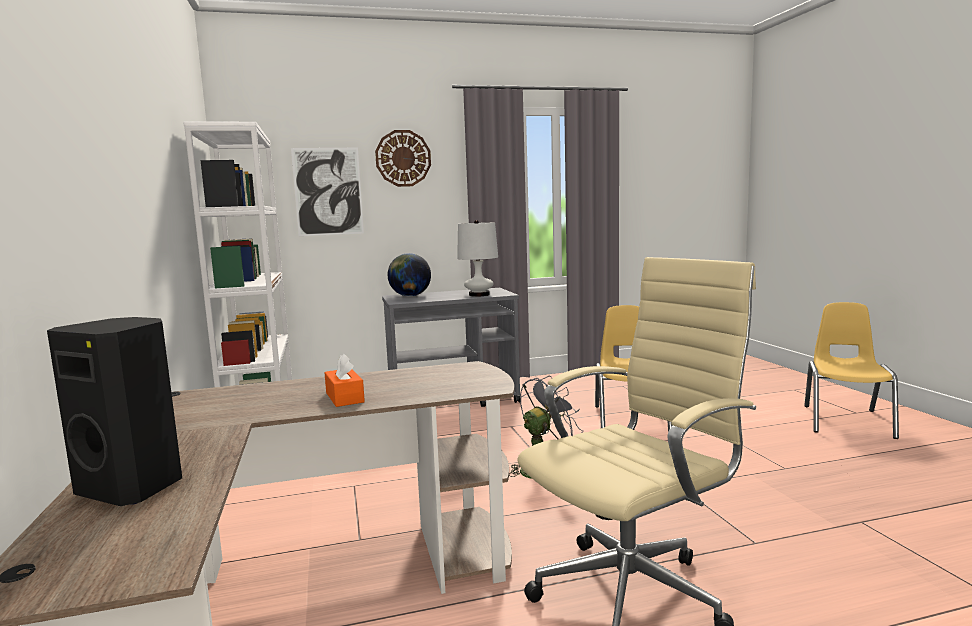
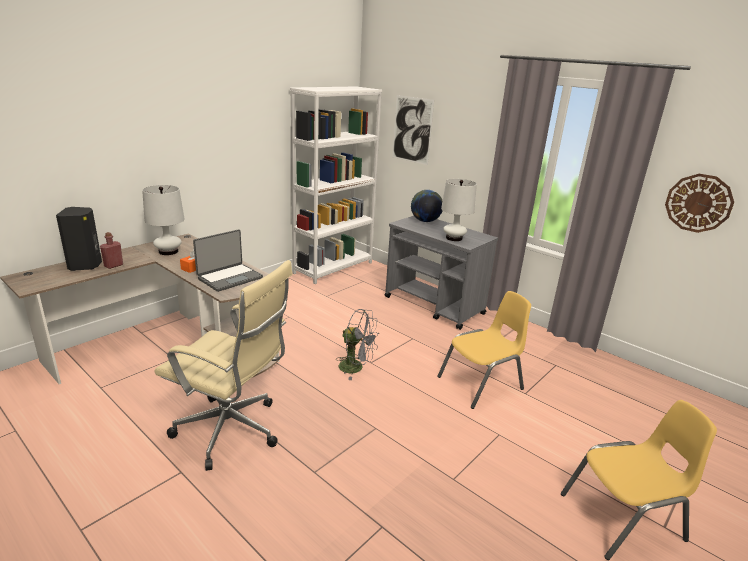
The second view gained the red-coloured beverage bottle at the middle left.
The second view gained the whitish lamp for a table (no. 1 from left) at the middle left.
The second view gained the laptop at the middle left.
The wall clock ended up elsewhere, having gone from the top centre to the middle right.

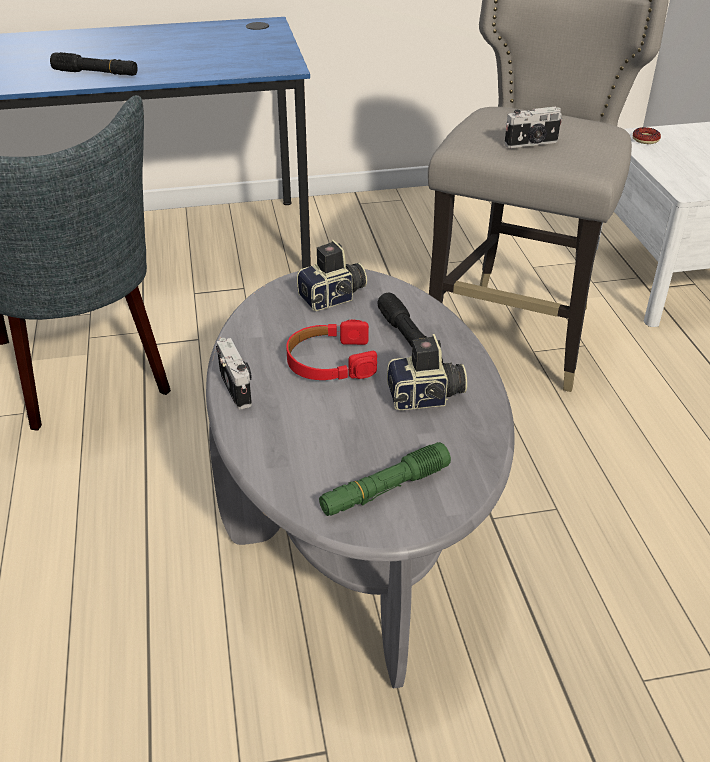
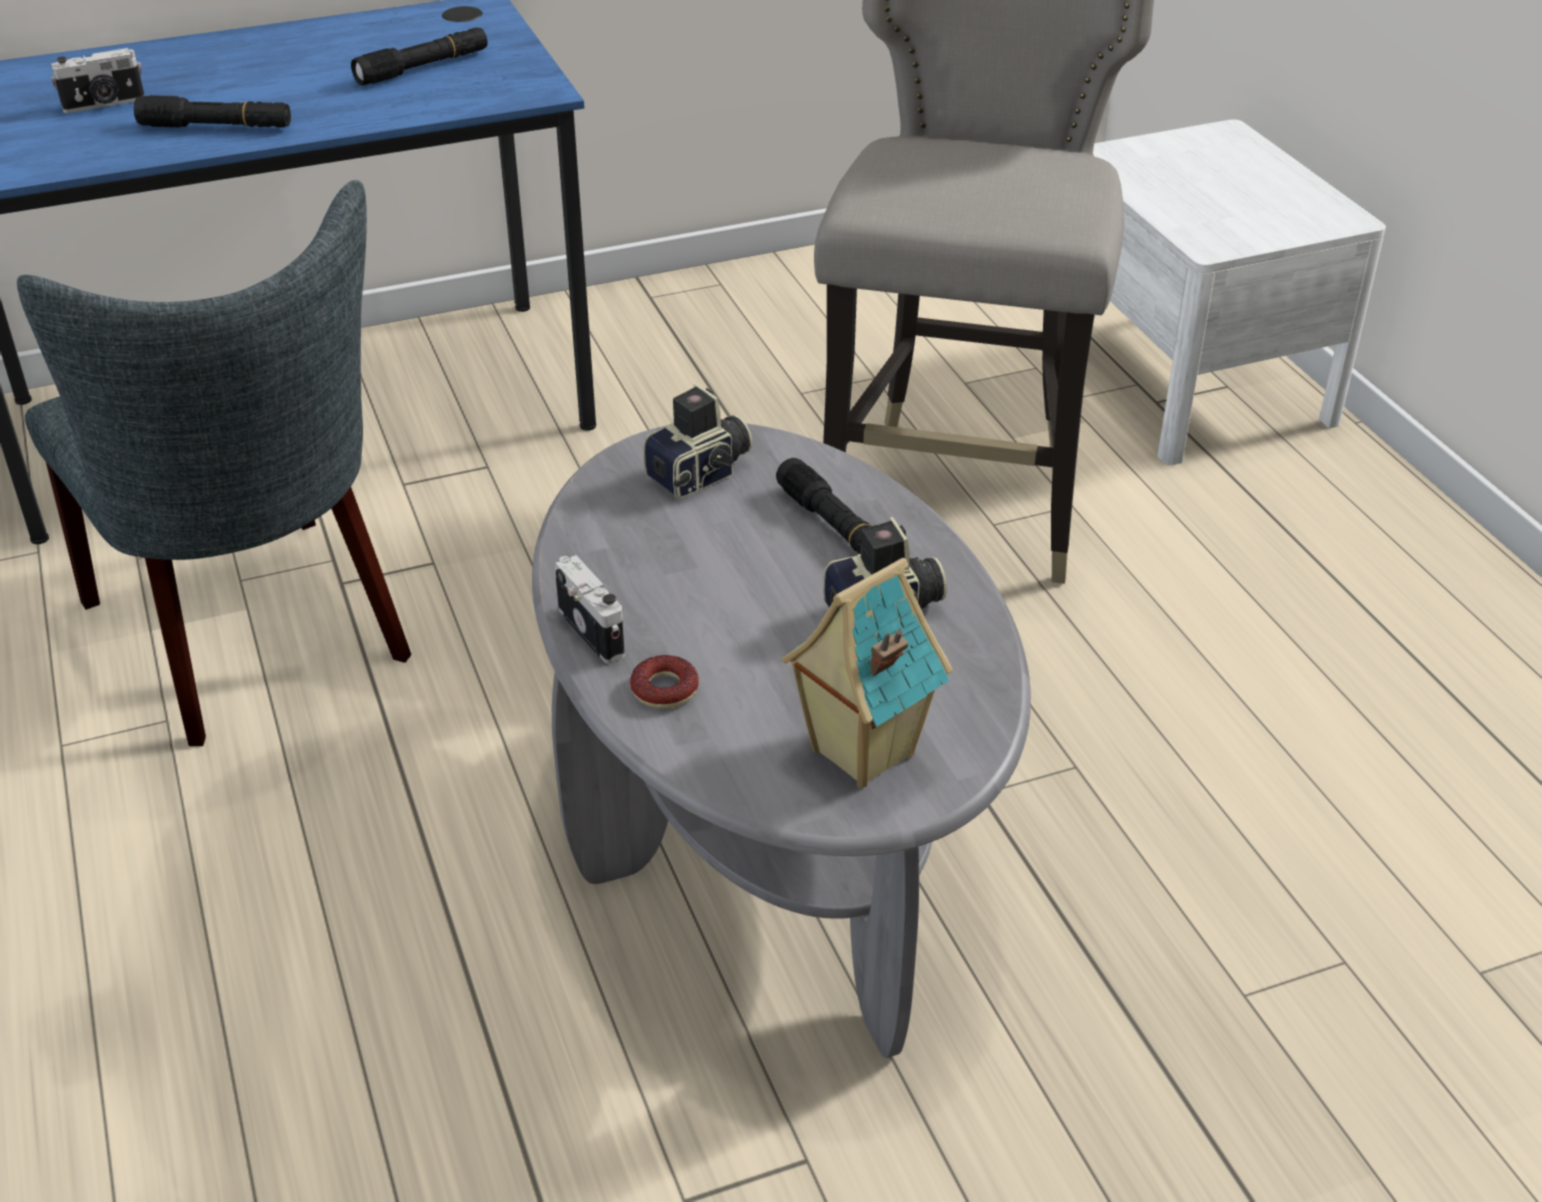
The photo camera (no. 4 from left in the first image) ended up elsewhere, having gone from the top right to the top left.
The second view gained the blackish flashlight (no. 2 from left) at the top left.
The doughnut ended up elsewhere, having gone from the top right to the centre.
Where the green flashlight stood at the centre, the toy house came to stand at the centre.
The second view lost the red-coloured pair of headphones at the centre.

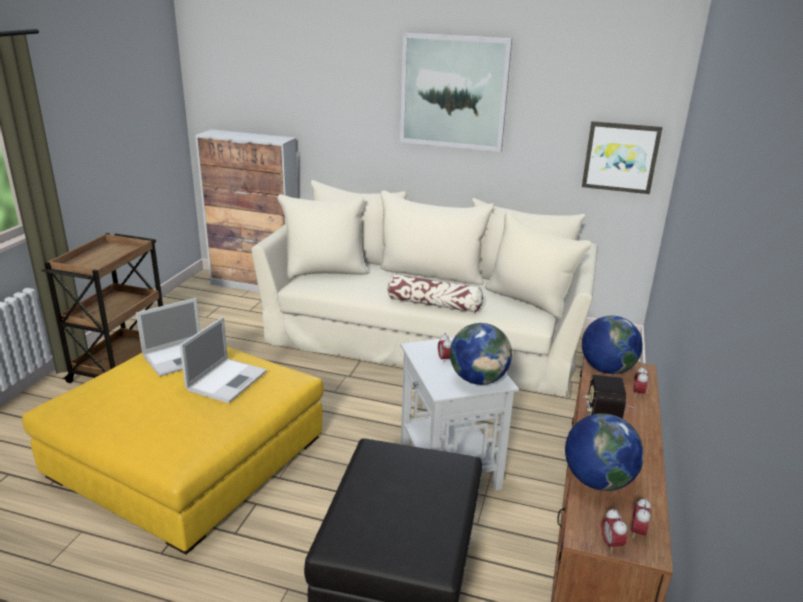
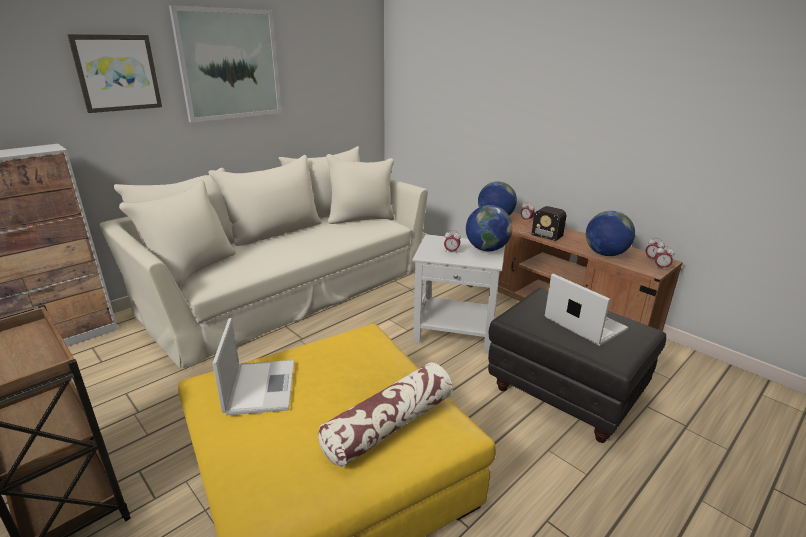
The wall picture (no. 2 from left in the first image) ended up elsewhere, having gone from the top right to the top left.
The pillow ended up elsewhere, having gone from the centre to the bottom centre.
The laptop (no. 2 from left) ended up elsewhere, having gone from the middle left to the middle right.

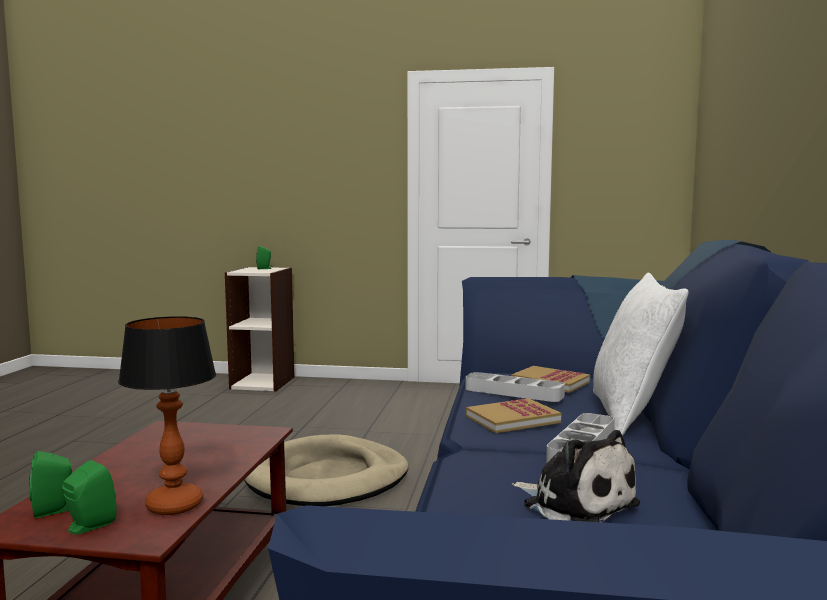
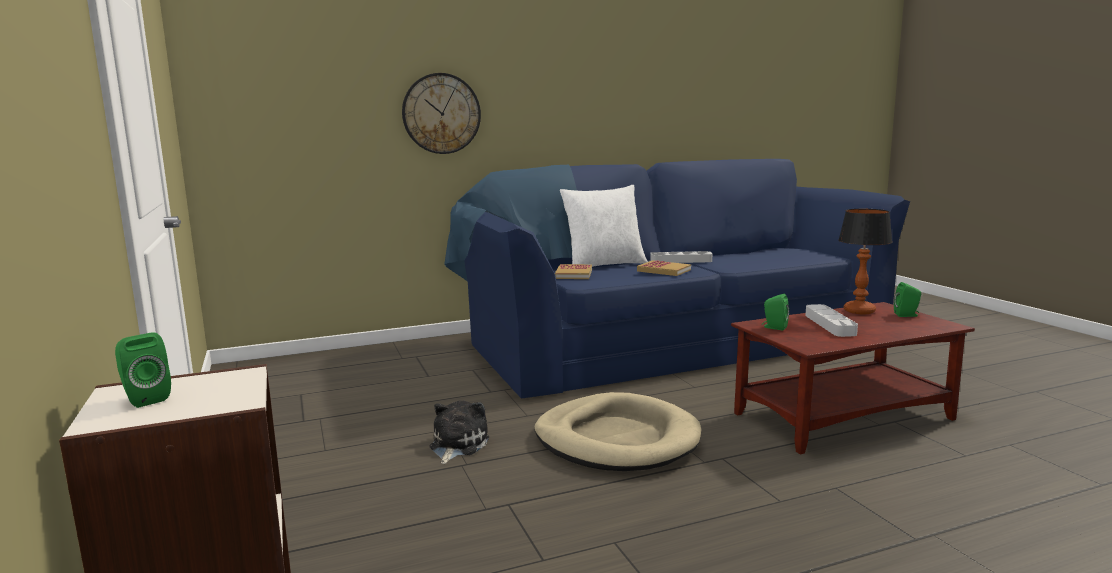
The second view gained the wall clock at the top centre.
The plush toy ended up elsewhere, having gone from the bottom right to the bottom centre.
The green loudspeaker (no. 1 from left in the first image) ended up elsewhere, having gone from the bottom left to the middle right.
The gray tray (no. 1 from left in the first image) ended up elsewhere, having gone from the centre to the middle right.

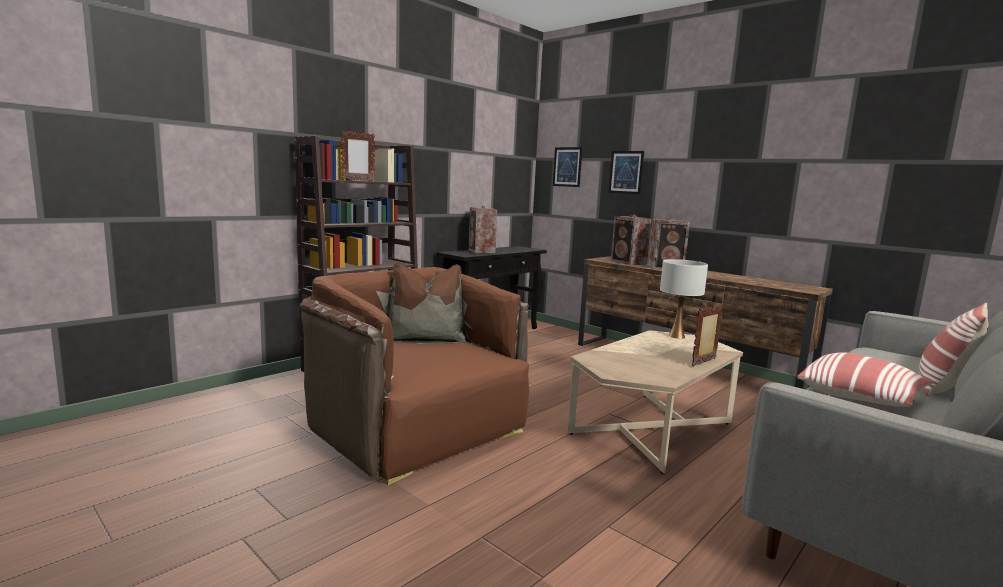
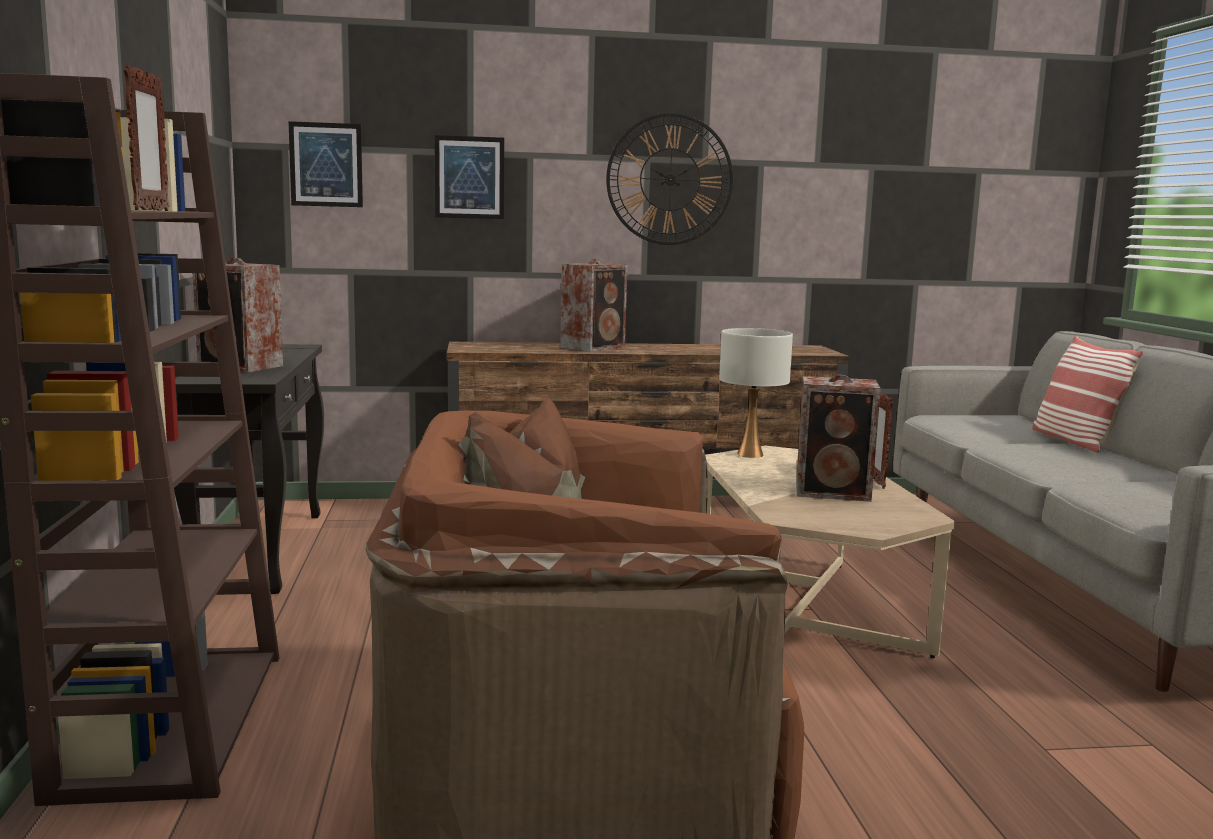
The second view gained the wall clock at the top centre.
The loudspeaker (no. 2 from left in the first image) ended up elsewhere, having gone from the centre to the middle right.
The second view lost the pillow (no. 1 from left) at the middle right.

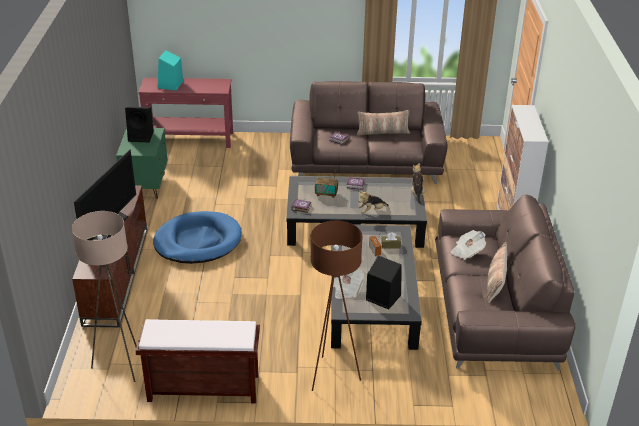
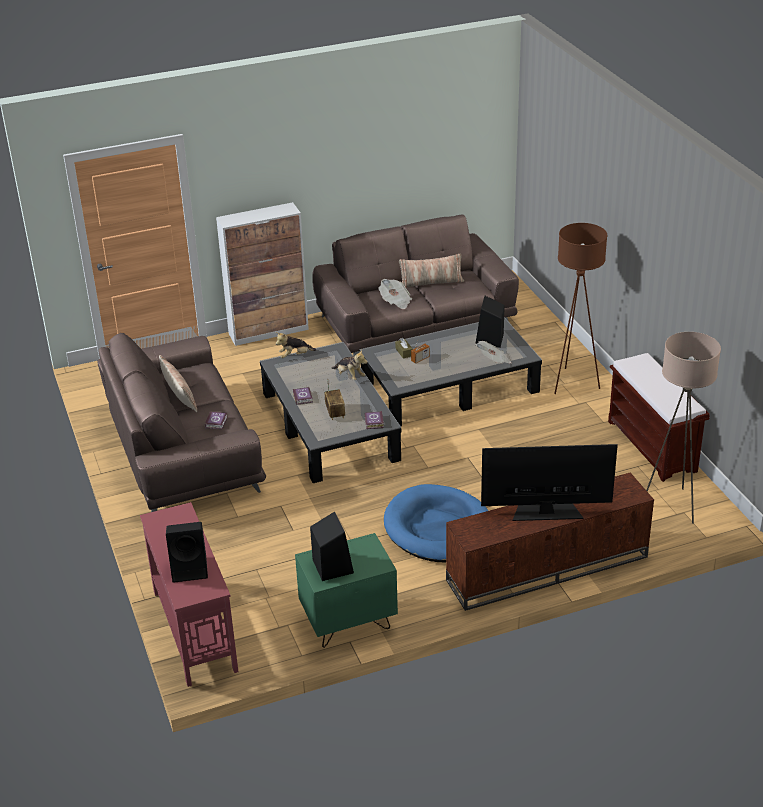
What was the turquoise-coloured loudspeaker at the top left turned into the blackish loudspeaker (no. 1 from left) at the bottom left.

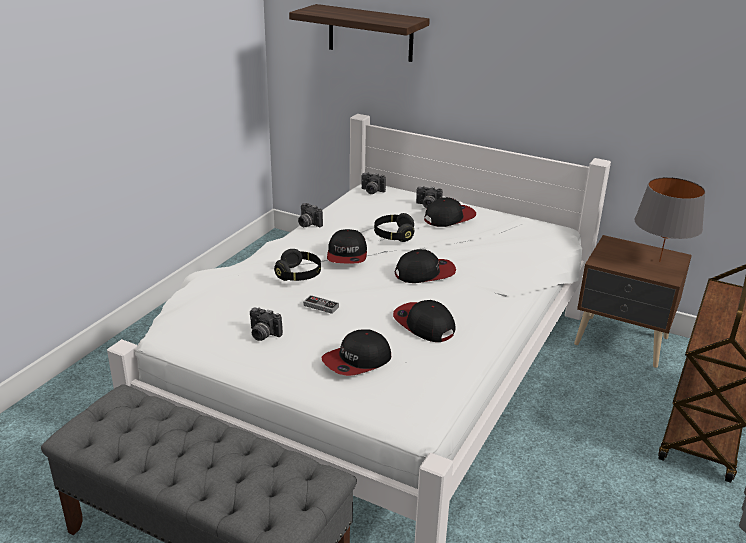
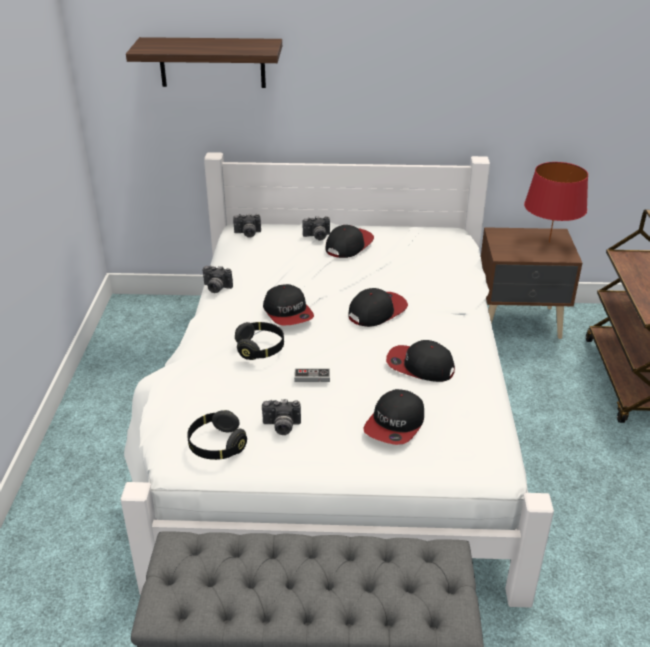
The blackish pair of headphones (no. 2 from left in the first image) ended up elsewhere, having gone from the centre to the bottom centre.
What was the gray lamp for a table at the middle right turned into the red-coloured lamp for a table at the top right.

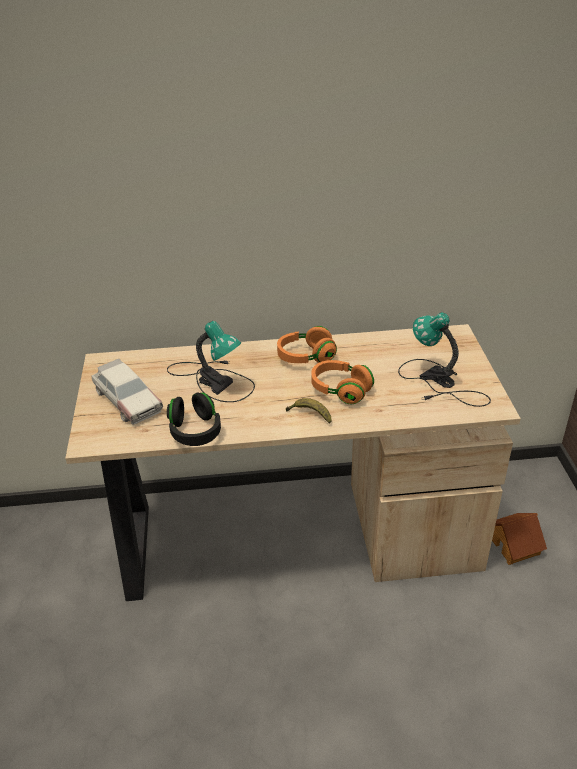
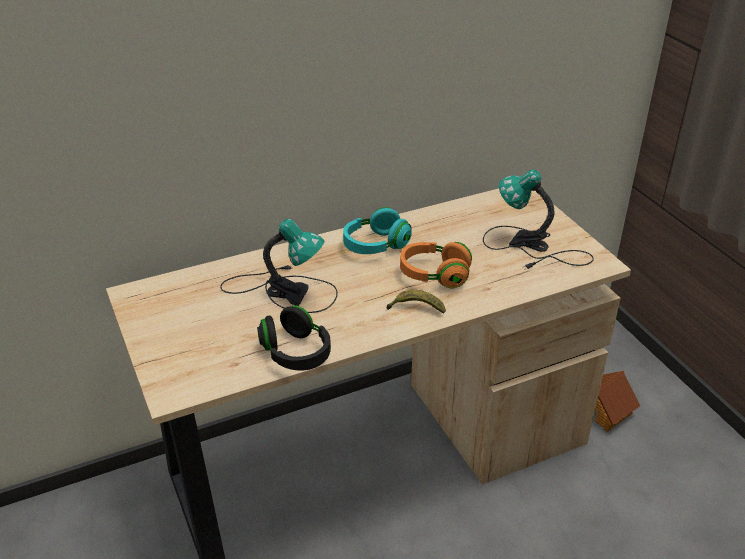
What was the orange-coloured pair of headphones (no. 1 from left) at the centre turned into the turquoise-coloured pair of headphones at the centre.
The second view lost the model car at the middle left.

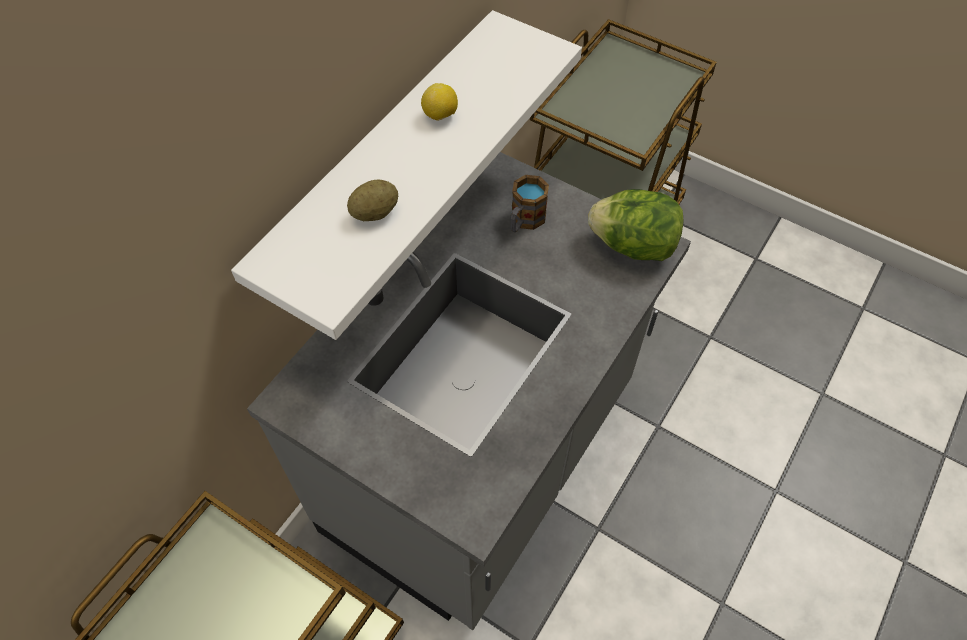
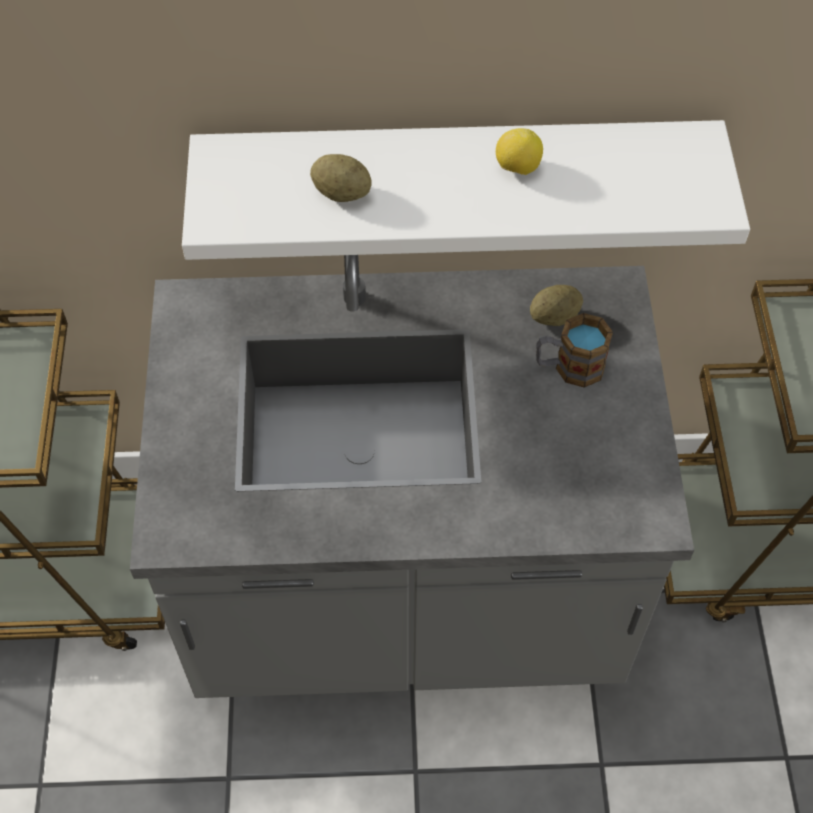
The second view gained the potato (no. 2 from left) at the middle right.
The second view lost the head of lettuce at the centre.

